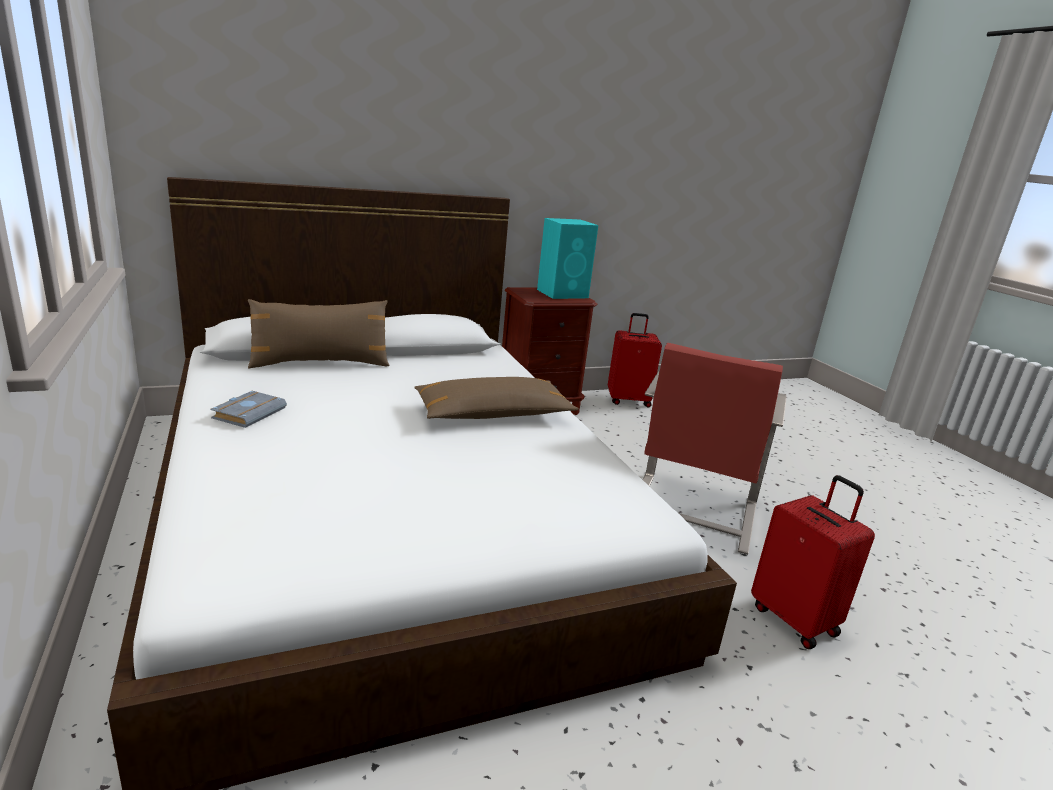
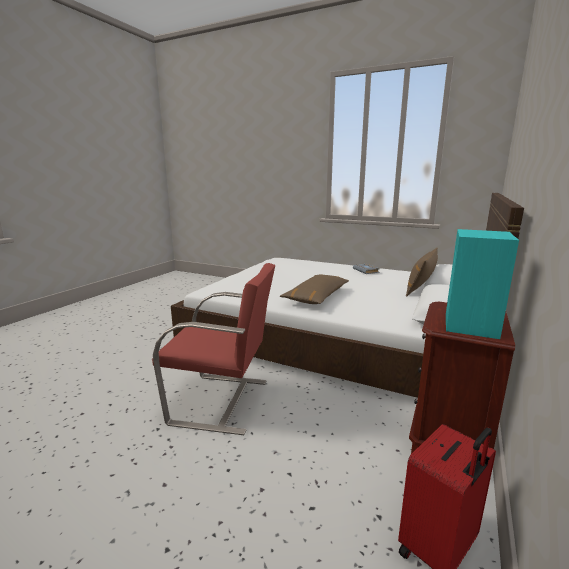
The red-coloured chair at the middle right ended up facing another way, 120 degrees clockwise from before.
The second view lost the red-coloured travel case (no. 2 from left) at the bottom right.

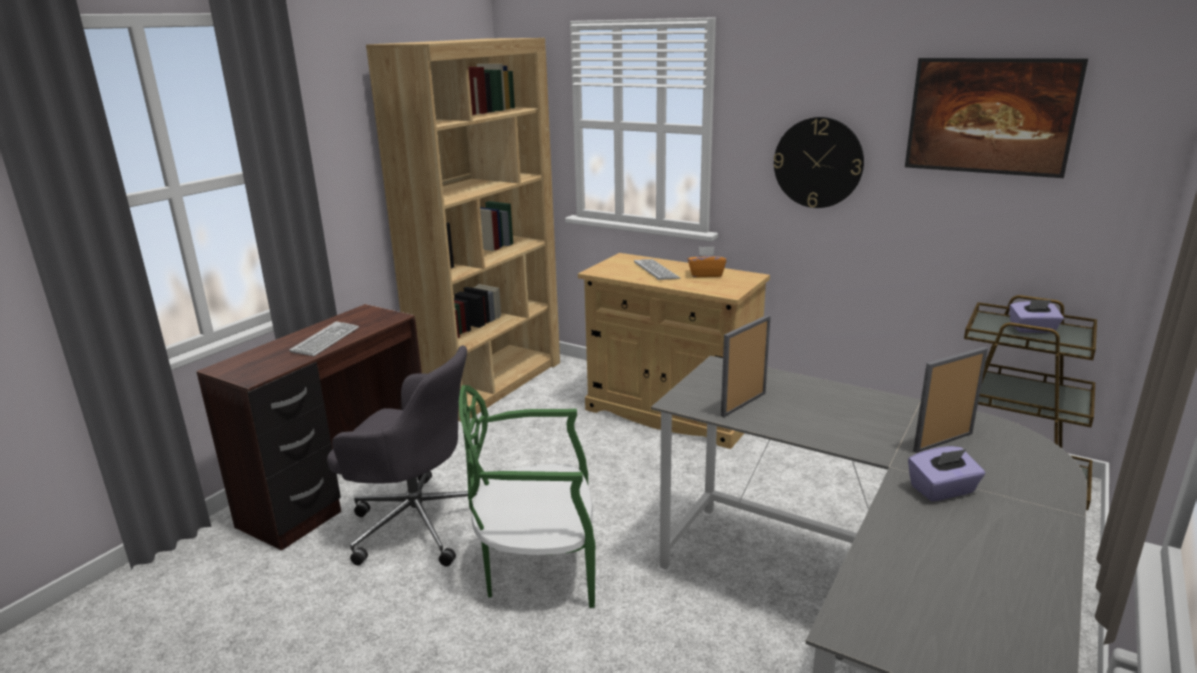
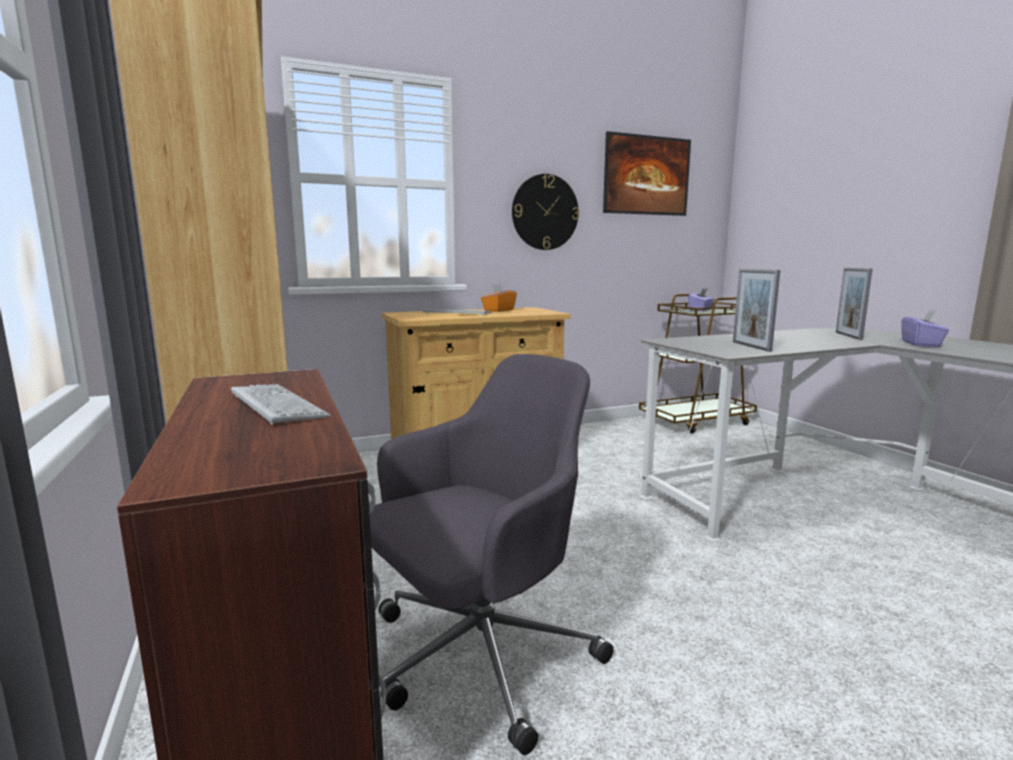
The second view lost the green chair at the bottom centre.

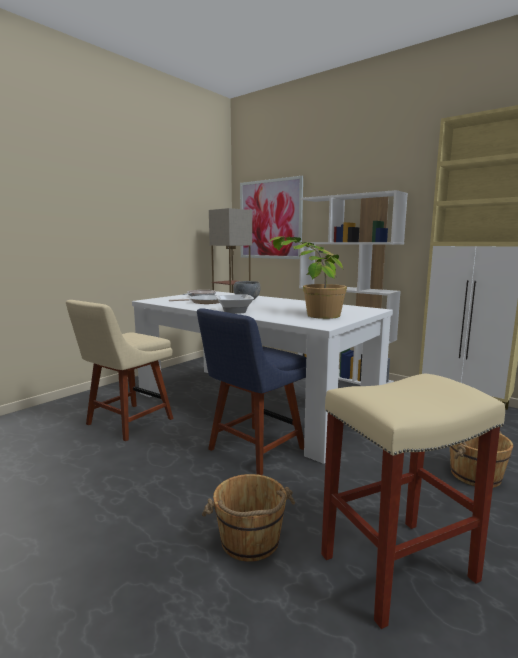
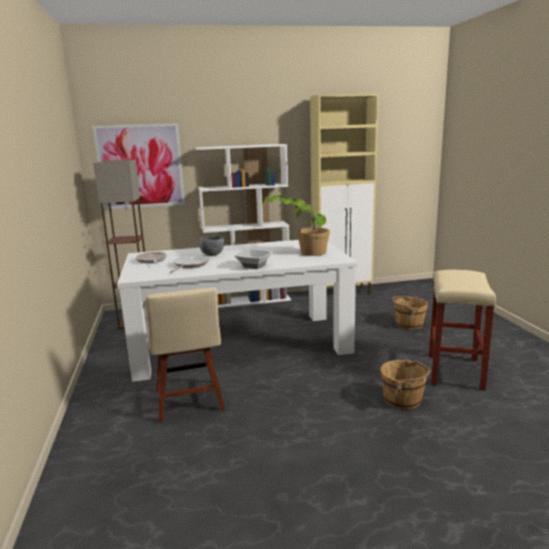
The second view lost the bluish chair at the centre.

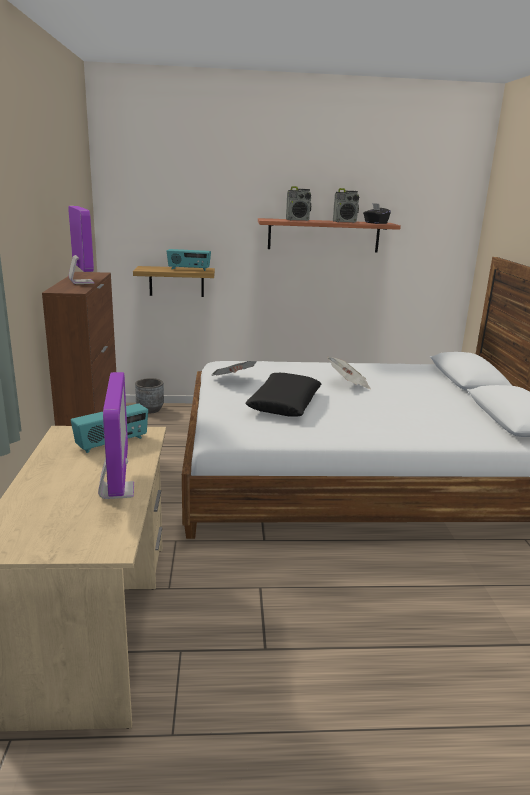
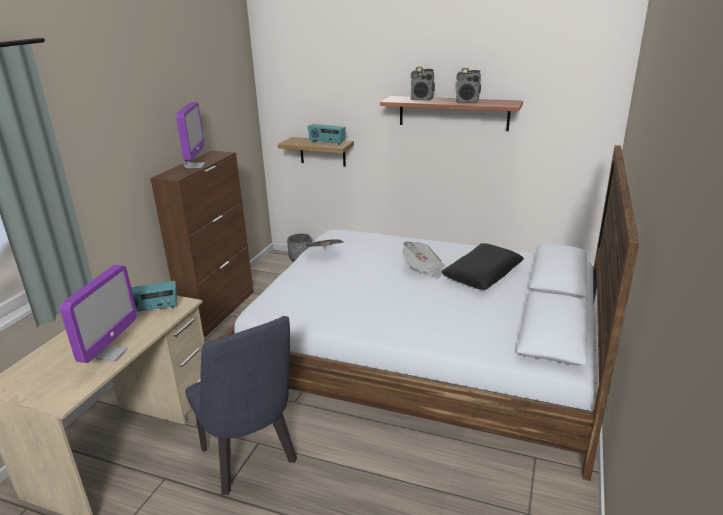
The second view gained the bluish chair at the bottom centre.
The blackish pillow ended up elsewhere, having gone from the centre to the middle right.
The second view lost the blackish box of tissues at the top right.

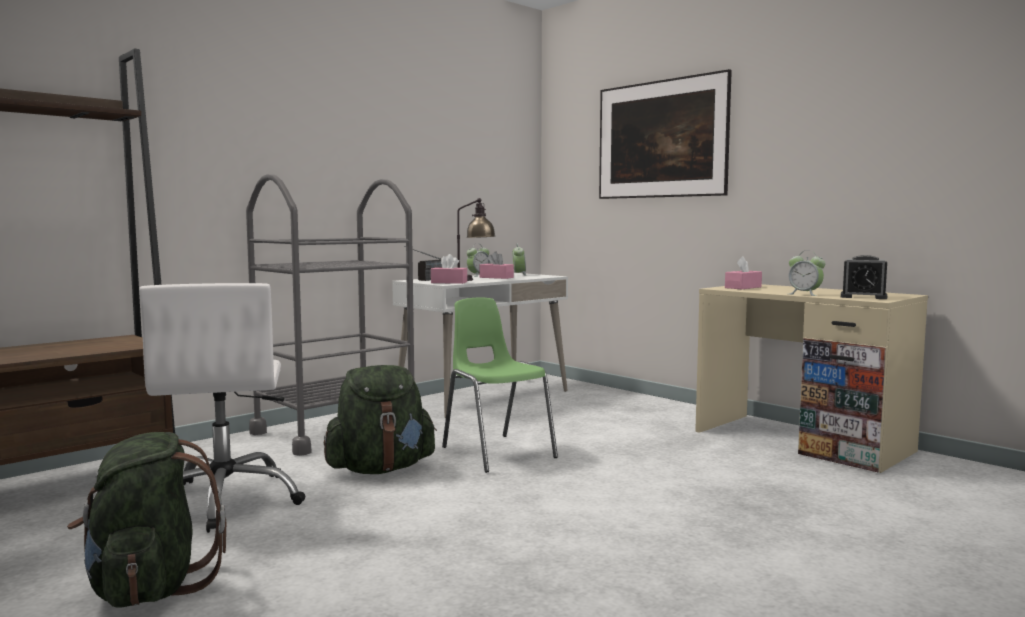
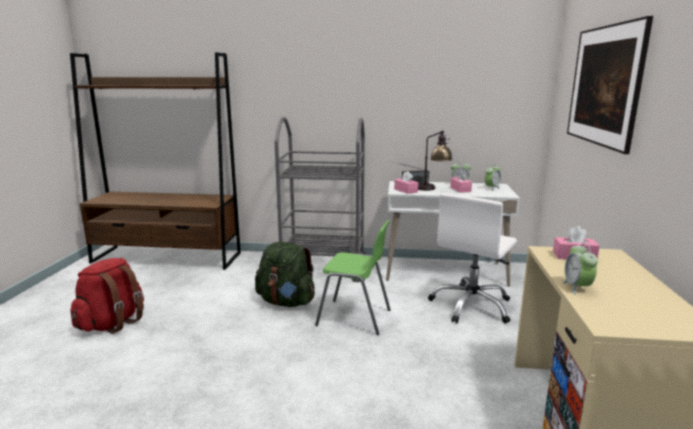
What was the green rucksack (no. 1 from left) at the bottom left turned into the red-coloured rucksack at the bottom left.
The green chair at the centre ended up facing another way, 90 degrees clockwise from before.
The whitish desk chair ended up elsewhere, having gone from the middle left to the middle right.
The second view lost the bedside clock (no. 4 from left) at the middle right.

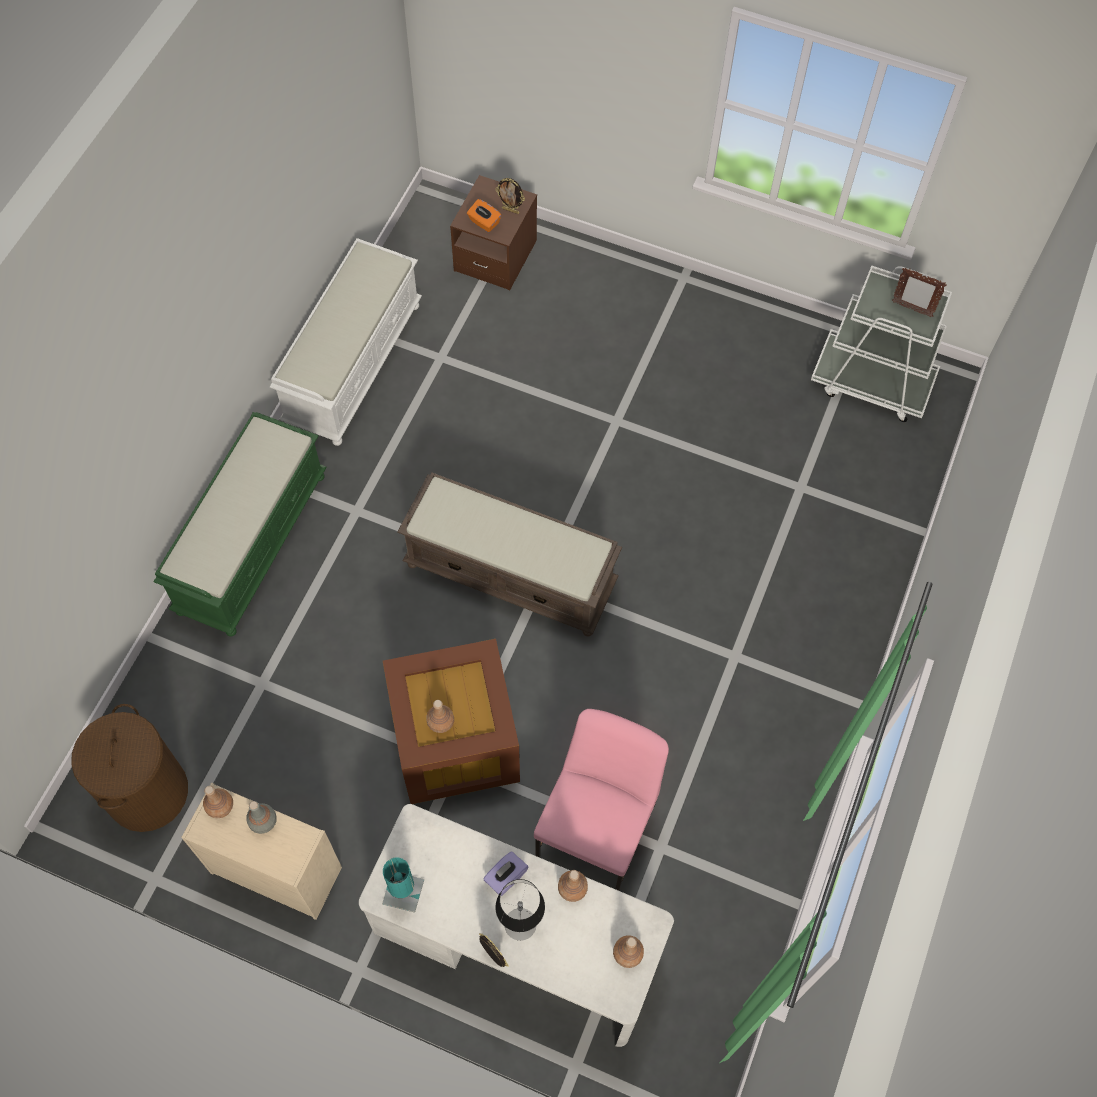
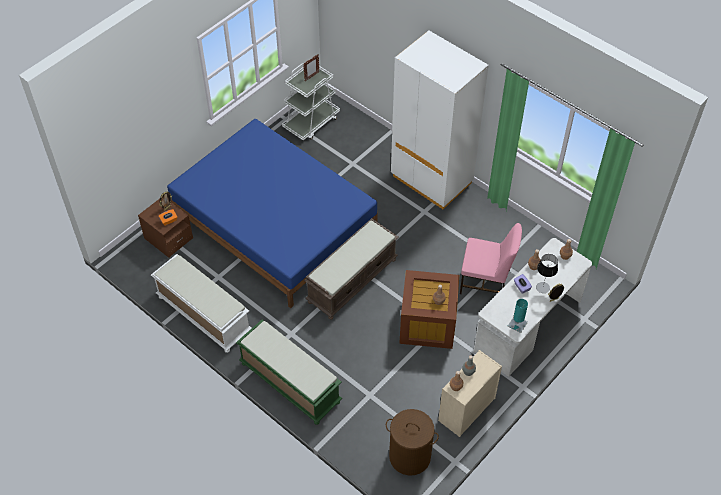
The second view gained the bluish bedroom bed at the centre.
The second view gained the whitish clothes cupboard at the top centre.
The pinkish chair at the bottom centre ended up facing another way, 150 degrees clockwise from before.

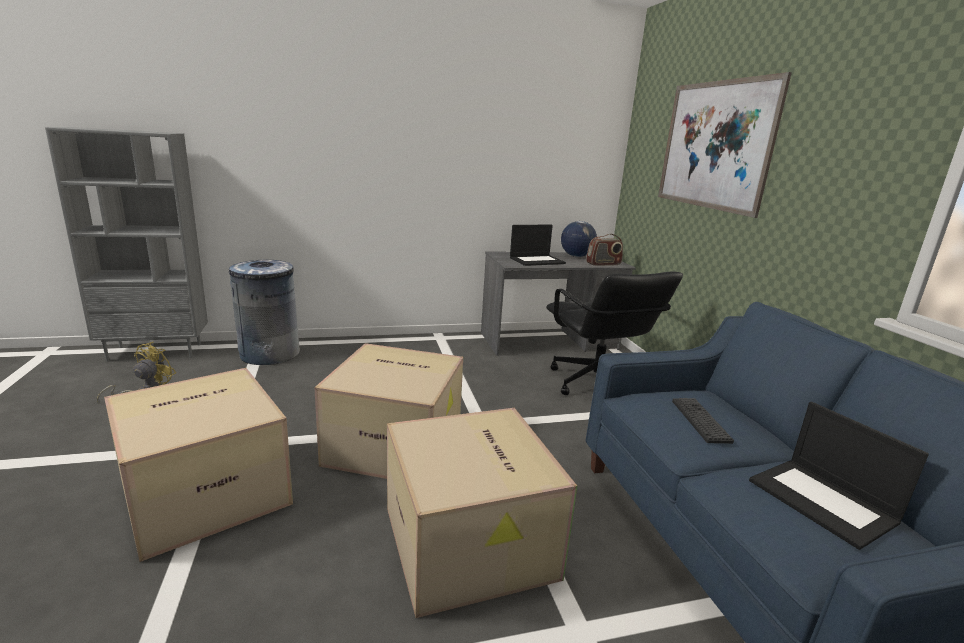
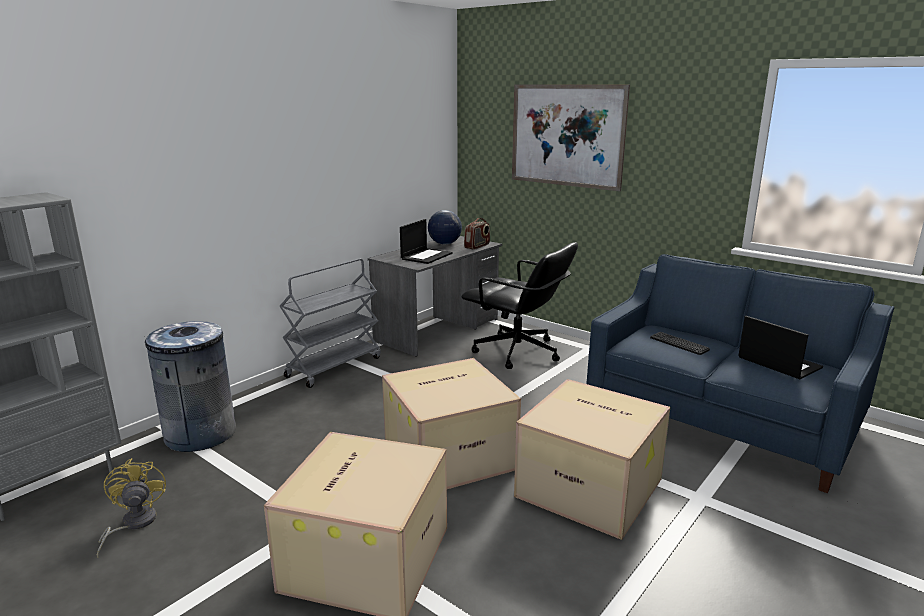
The second view gained the gray cart at the centre.
The laptop (no. 2 from left) at the bottom right ended up facing another way, 150 degrees counterclockwise from before.

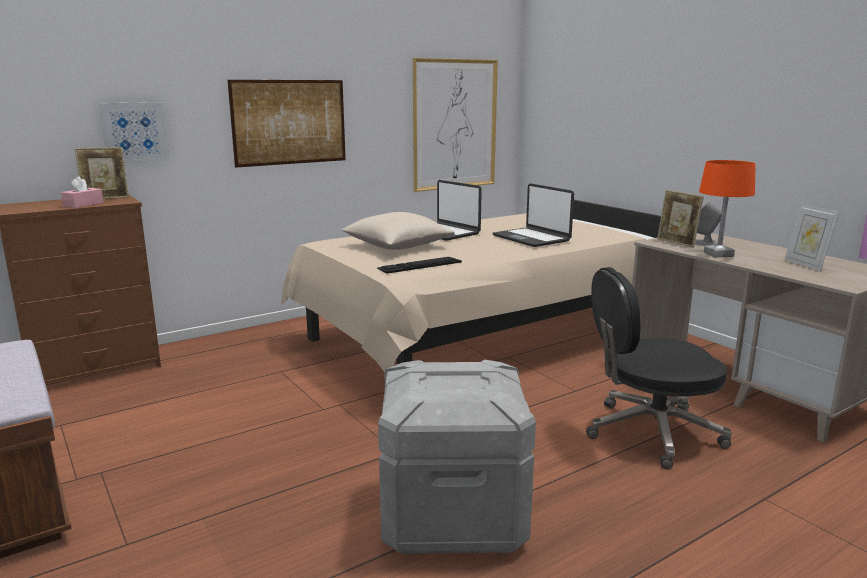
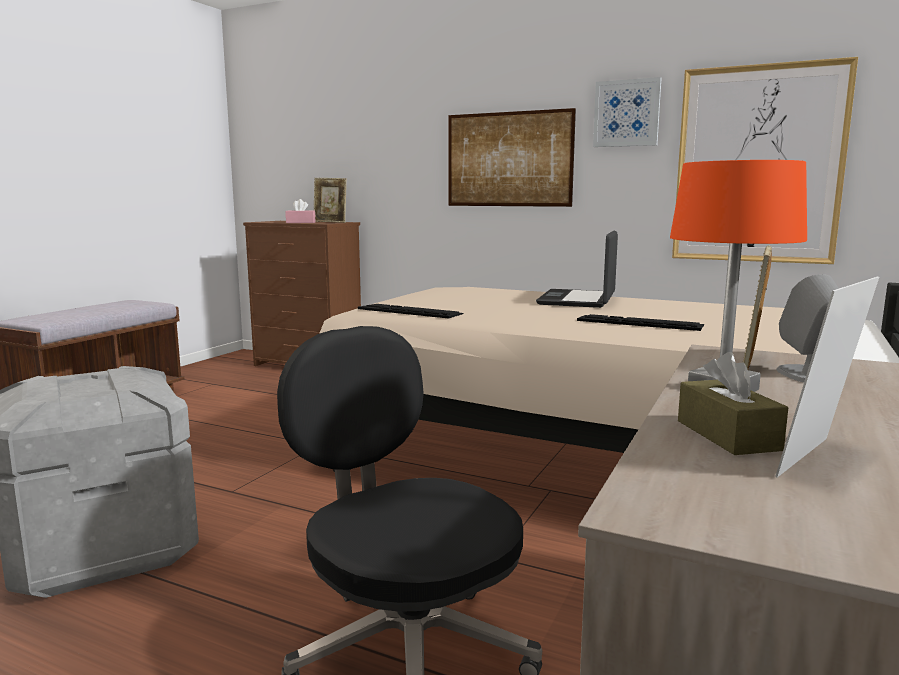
Where the laptop (no. 2 from left) stood at the centre, the keyboard (no. 2 from left) came to stand at the middle right.
The wall picture (no. 1 from left in the first image) ended up elsewhere, having gone from the top left to the top right.
The second view gained the brownish box of tissues at the middle right.
The second view lost the sand-coloured pillow at the centre.

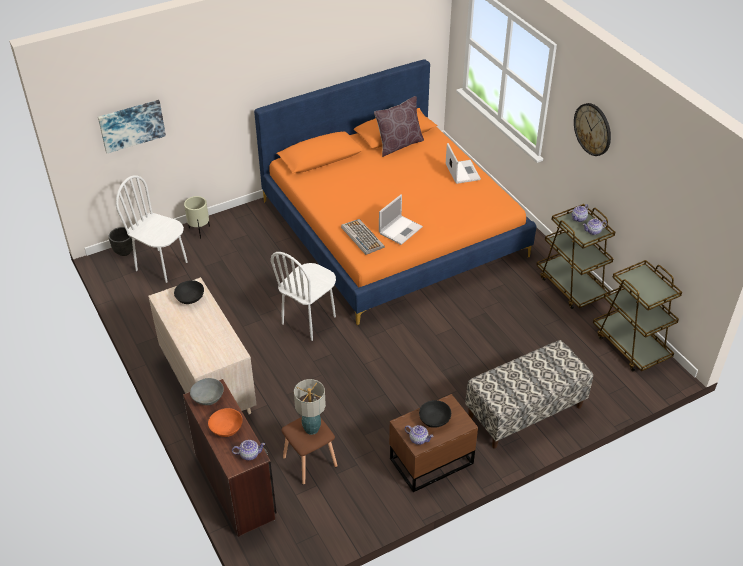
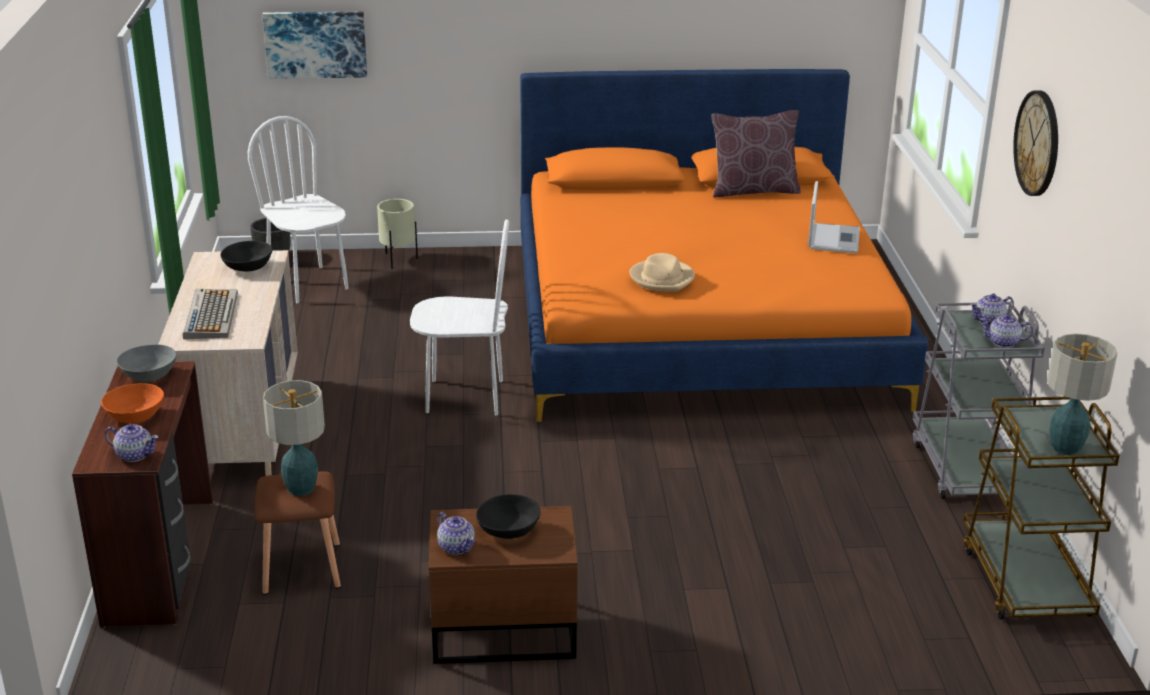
The keyboard ended up elsewhere, having gone from the centre to the middle left.
The whitish chair (no. 2 from left) at the centre ended up facing another way, 150 degrees counterclockwise from before.
Where the laptop (no. 1 from left) stood at the centre, the sand-coloured hat came to stand at the centre.
What was the brownish cart (no. 1 from left) at the middle right turned into the gray cart at the middle right.
The second view gained the lamp for a table (no. 2 from left) at the middle right.
The second view lost the long seat at the bottom right.

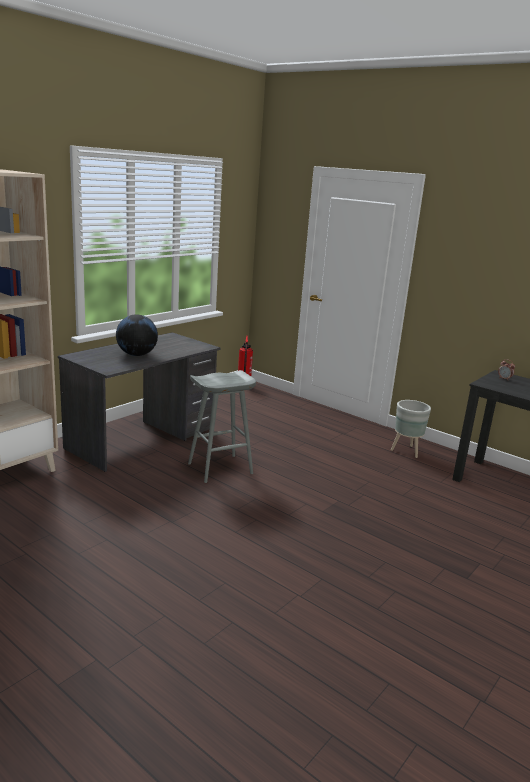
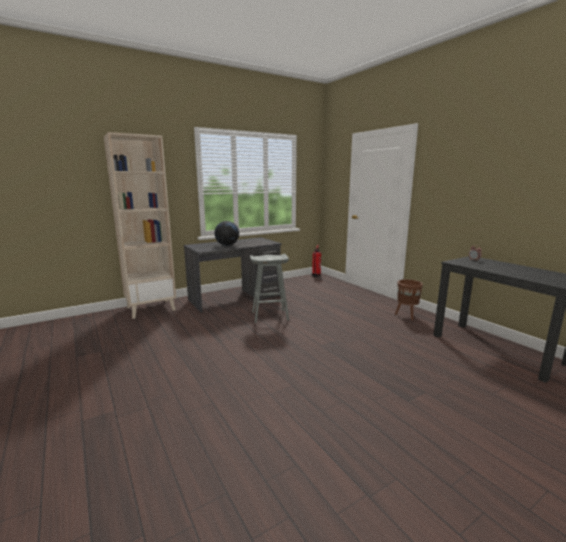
What was the gray flower pot at the middle right turned into the brownish flower pot at the middle right.

